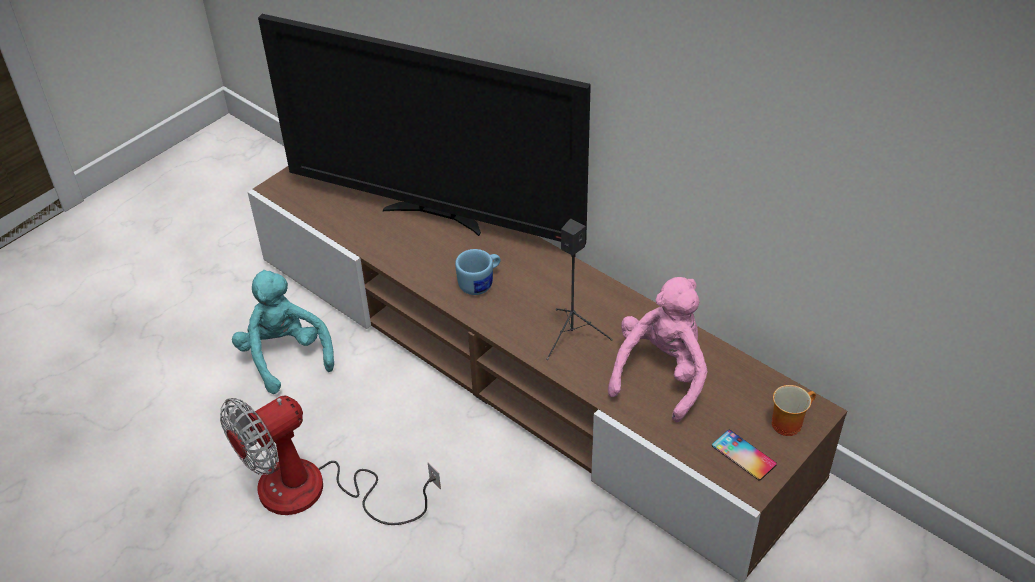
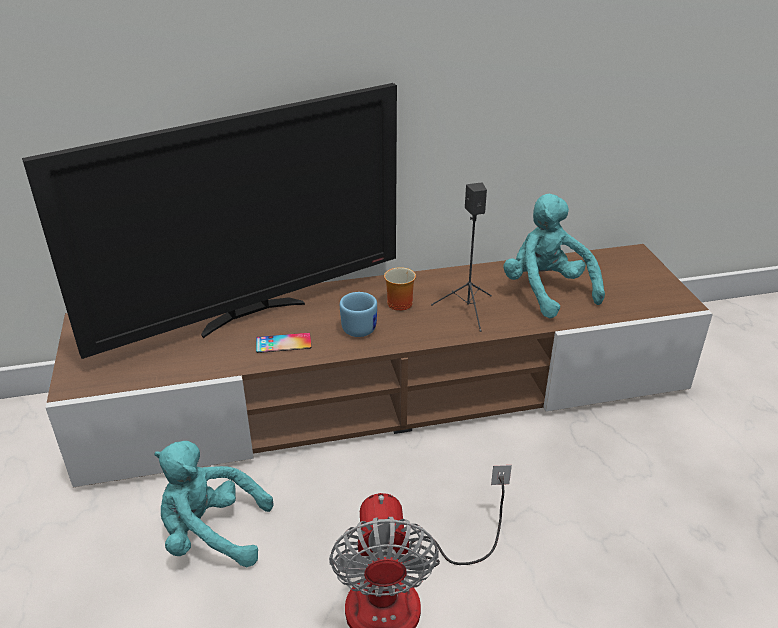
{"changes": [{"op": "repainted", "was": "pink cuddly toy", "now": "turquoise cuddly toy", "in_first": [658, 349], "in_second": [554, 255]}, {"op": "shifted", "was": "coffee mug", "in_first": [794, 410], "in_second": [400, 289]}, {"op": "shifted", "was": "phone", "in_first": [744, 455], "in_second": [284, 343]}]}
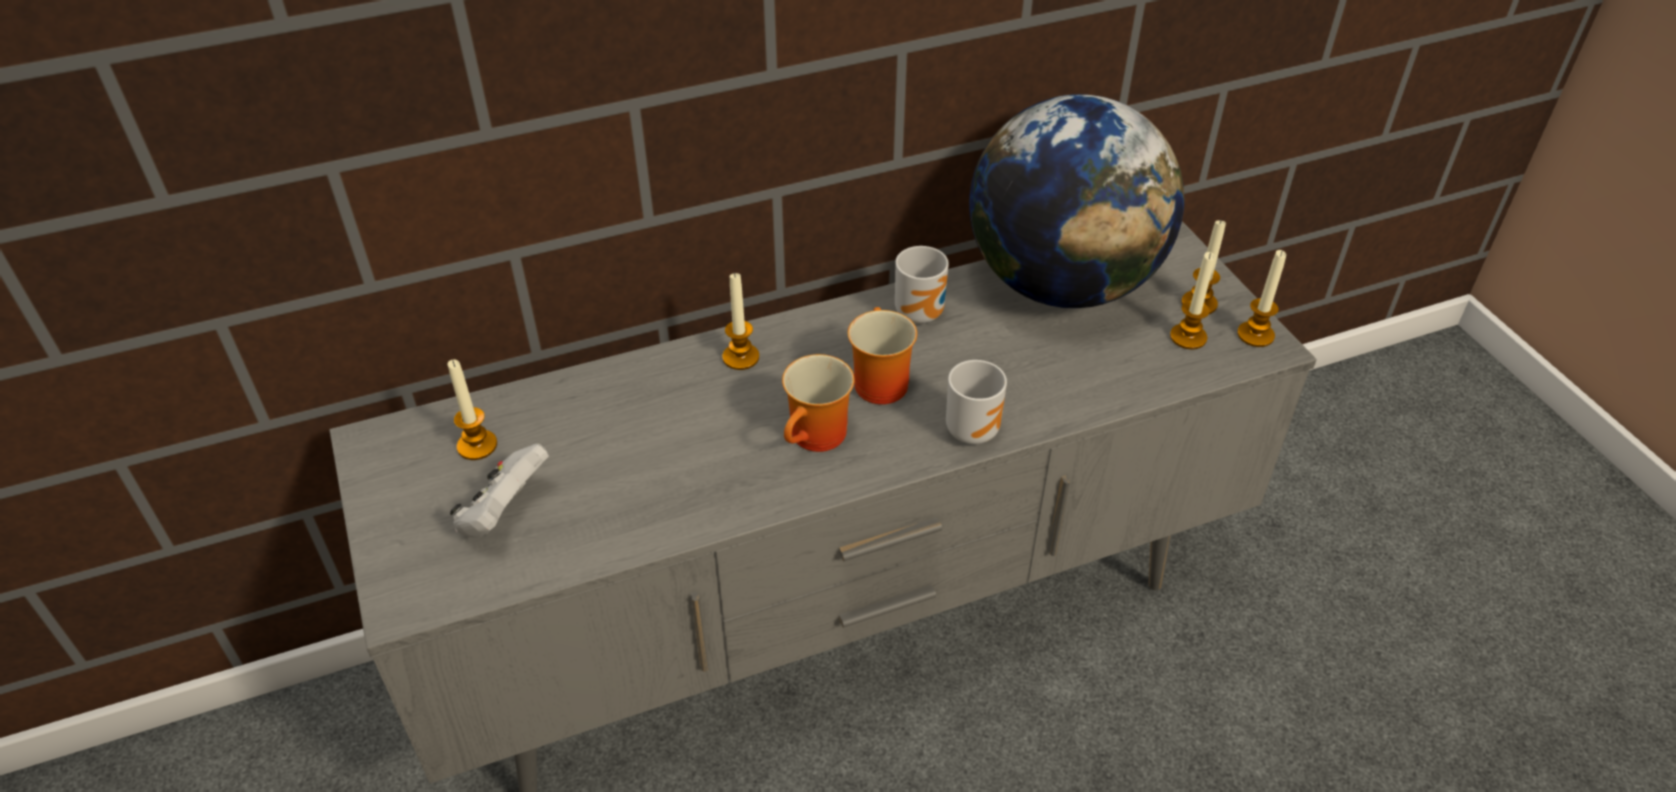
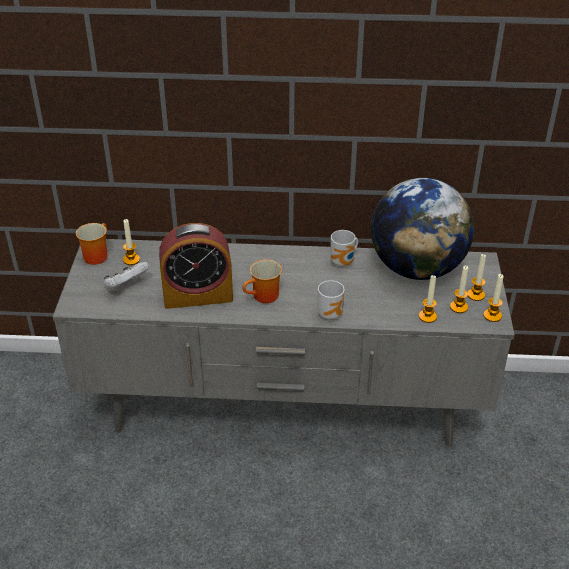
{"changes": [{"op": "shifted", "was": "wax candle", "in_first": [741, 321], "in_second": [428, 299]}, {"op": "shifted", "was": "coffee mug", "in_first": [882, 356], "in_second": [92, 244]}, {"op": "new", "now": "alarm clock", "in_second": [196, 266]}]}
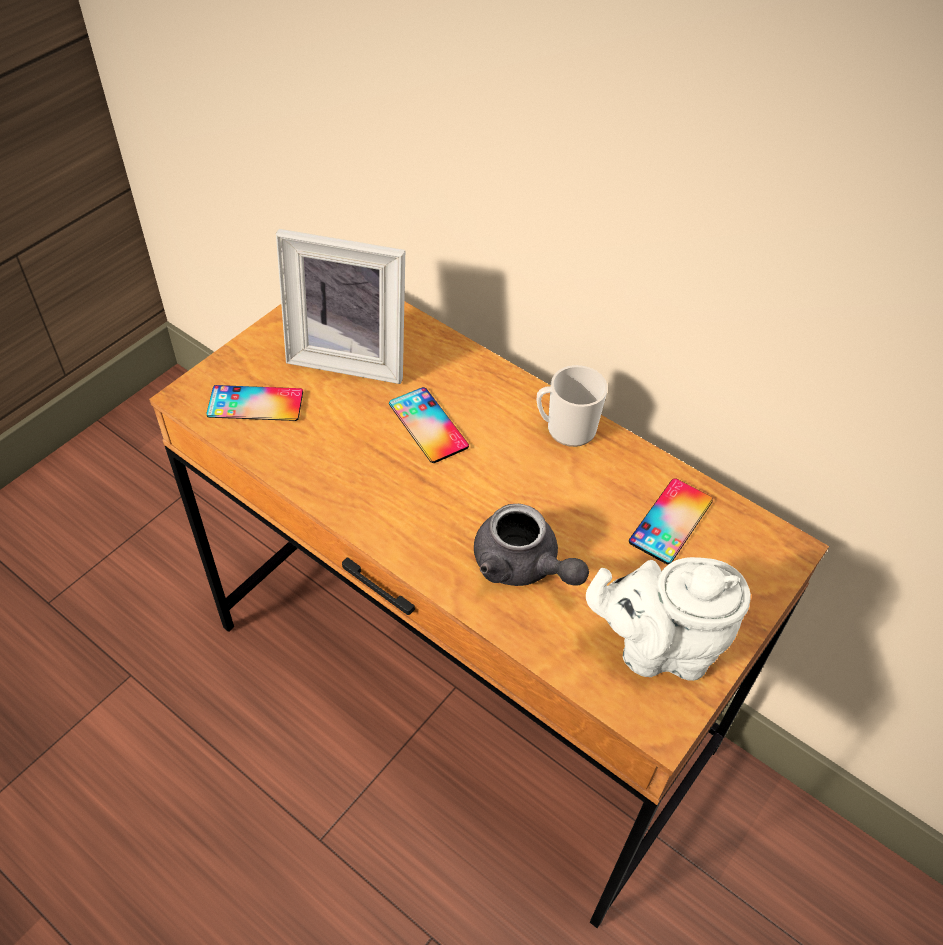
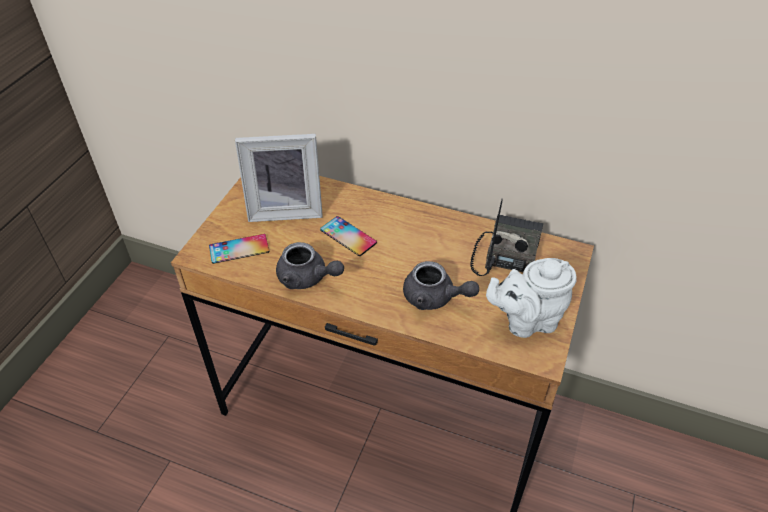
{"changes": [{"op": "gone", "was": "coffee mug", "in_first": [572, 406]}, {"op": "swapped", "was": "phone", "now": "radio receiver", "in_first": [671, 521], "in_second": [506, 237]}, {"op": "new", "now": "gray teapot", "in_second": [310, 265]}]}
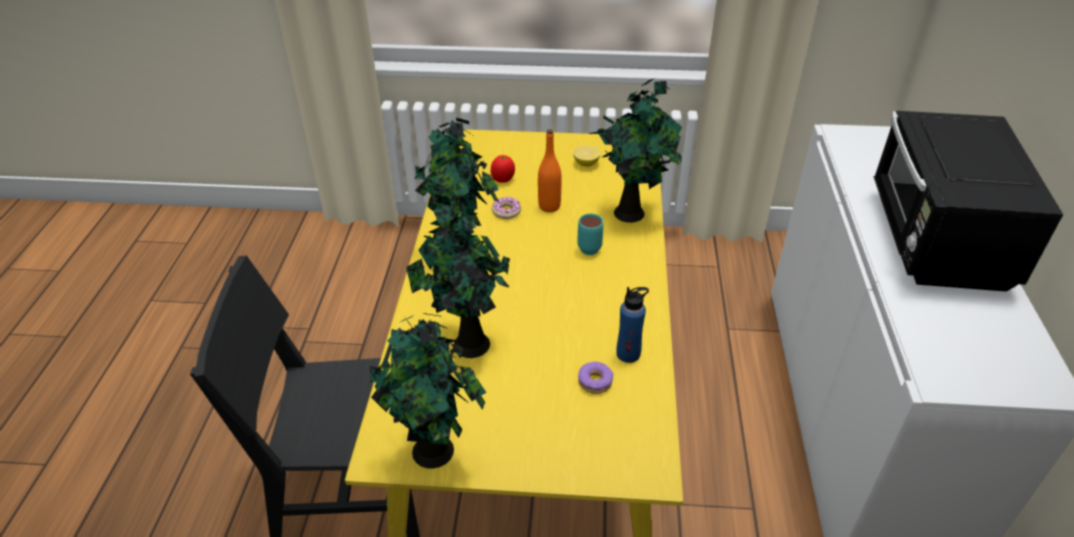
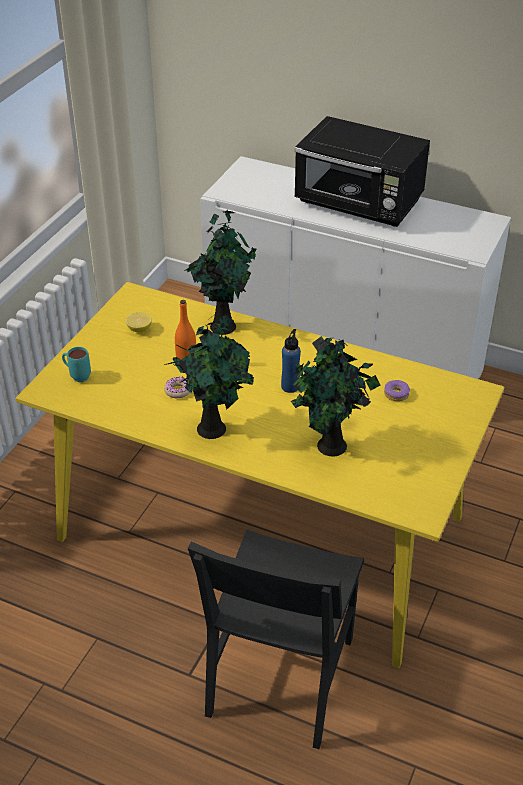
{"changes": [{"op": "gone", "was": "fresh tomato", "in_first": [503, 169]}, {"op": "shifted", "was": "turquoise coffee mug", "in_first": [591, 234], "in_second": [76, 364]}, {"op": "shifted", "was": "bluish bottle", "in_first": [632, 325], "in_second": [291, 361]}, {"op": "gone", "was": "potted plant", "in_first": [427, 391]}]}
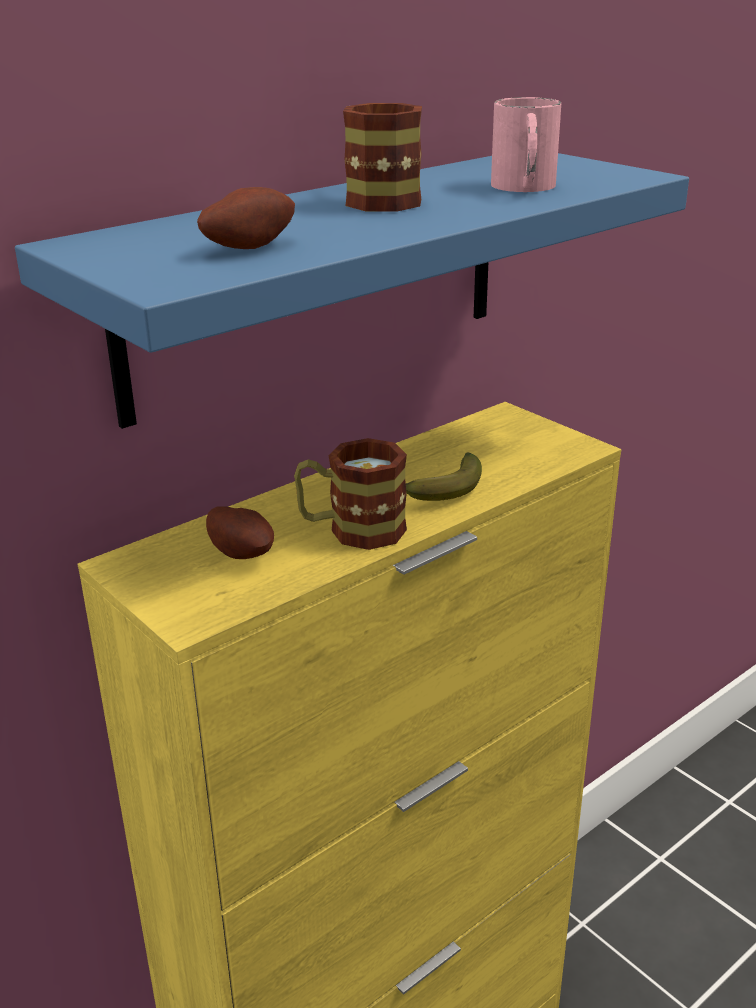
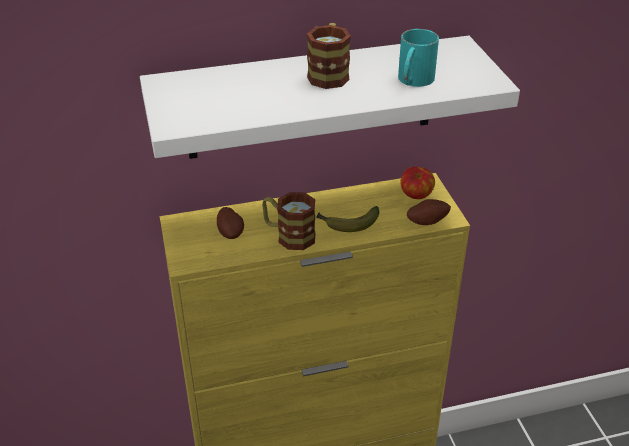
{"changes": [{"op": "repainted", "was": "pink coffee mug", "now": "turquoise coffee mug", "in_first": [526, 144], "in_second": [418, 58]}, {"op": "repainted", "was": "bluish wall shelf", "now": "white wall shelf", "in_first": [352, 291], "in_second": [330, 97]}, {"op": "shifted", "was": "potato", "in_first": [246, 218], "in_second": [429, 212]}, {"op": "new", "now": "apple fruit", "in_second": [417, 183]}]}
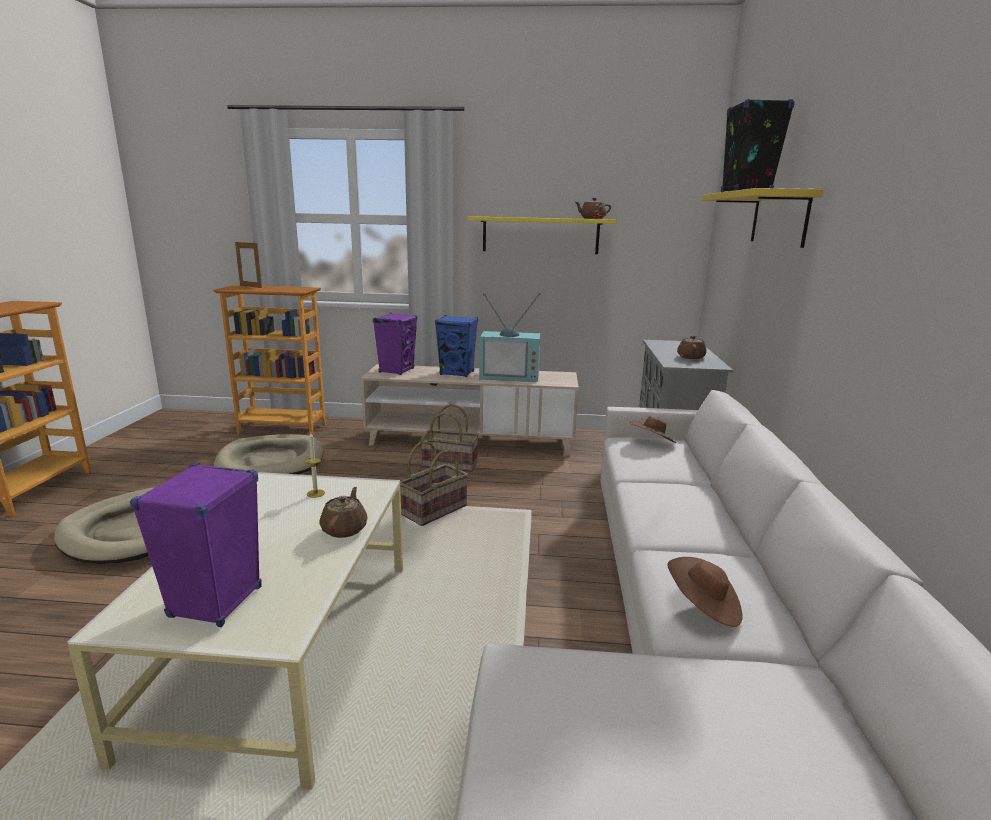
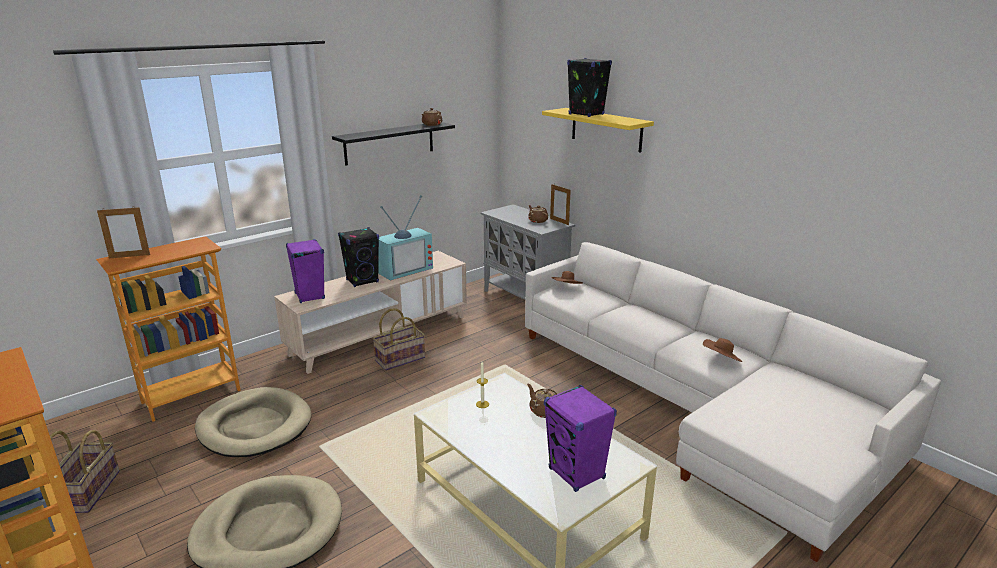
{"changes": [{"op": "repainted", "was": "yellow wall shelf", "now": "black wall shelf", "in_first": [542, 235], "in_second": [393, 144]}, {"op": "repainted", "was": "bluish audio speaker", "now": "black audio speaker", "in_first": [456, 346], "in_second": [358, 257]}, {"op": "shifted", "was": "basket", "in_first": [434, 483], "in_second": [85, 471]}, {"op": "new", "now": "photo frame", "in_second": [560, 204]}]}
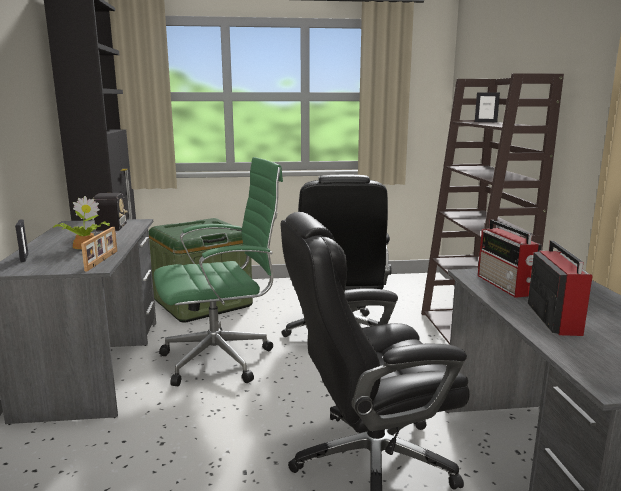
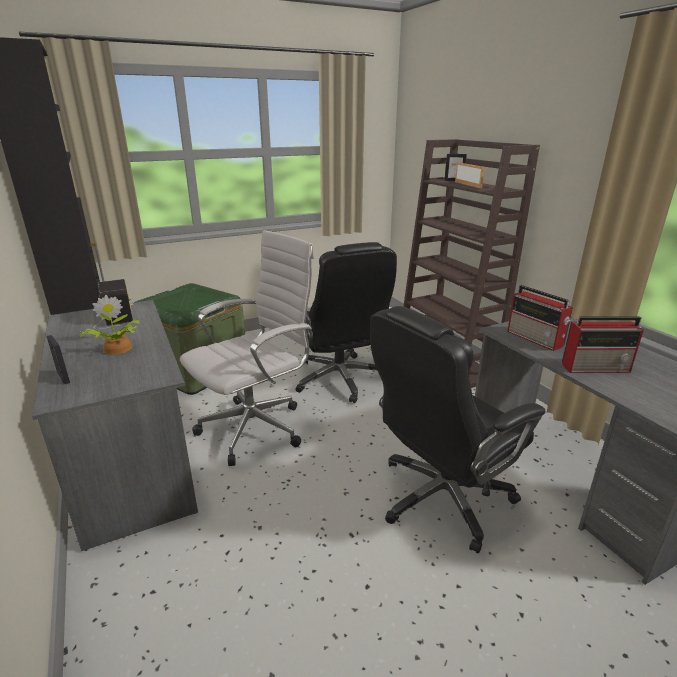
{"changes": [{"op": "repainted", "was": "greenish desk chair", "now": "white desk chair", "in_first": [218, 271], "in_second": [247, 348]}, {"op": "shifted", "was": "photo frame", "in_first": [99, 249], "in_second": [470, 175]}, {"op": "rotated", "was": "radio receiver", "in_first": [560, 288], "in_second": [603, 344], "clockwise": 105}]}
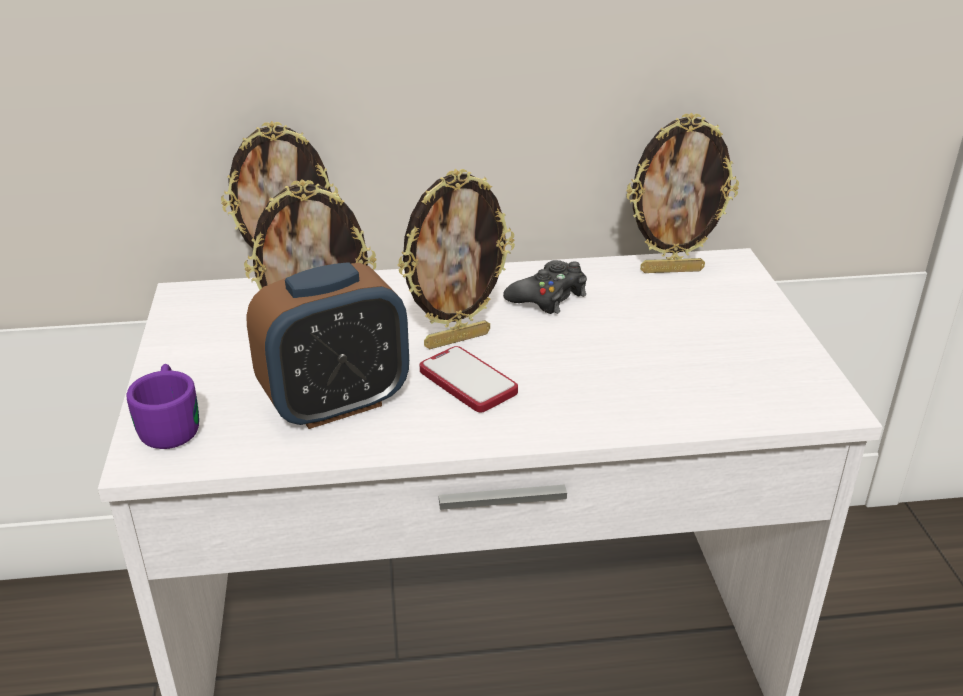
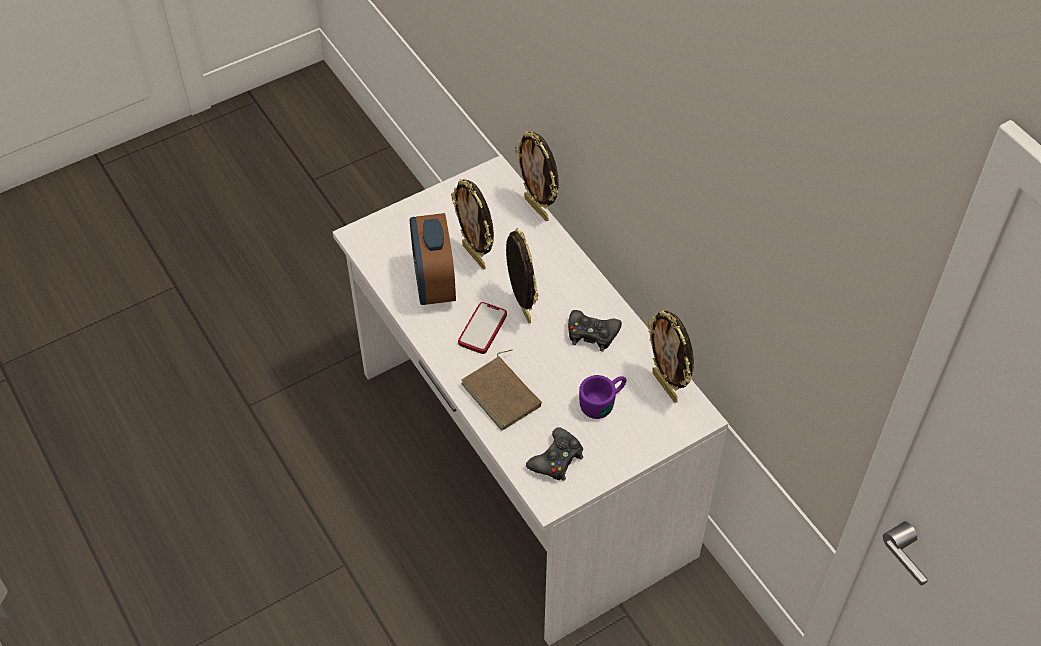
{"changes": [{"op": "rotated", "was": "photo frame", "in_first": [456, 259], "in_second": [522, 275], "clockwise": -150}, {"op": "rotated", "was": "alarm clock", "in_first": [327, 345], "in_second": [433, 259], "clockwise": 45}, {"op": "shifted", "was": "purple coffee mug", "in_first": [162, 406], "in_second": [603, 397]}, {"op": "new", "now": "brown-coloured volume", "in_second": [501, 390]}, {"op": "new", "now": "black game controller", "in_second": [554, 454]}]}
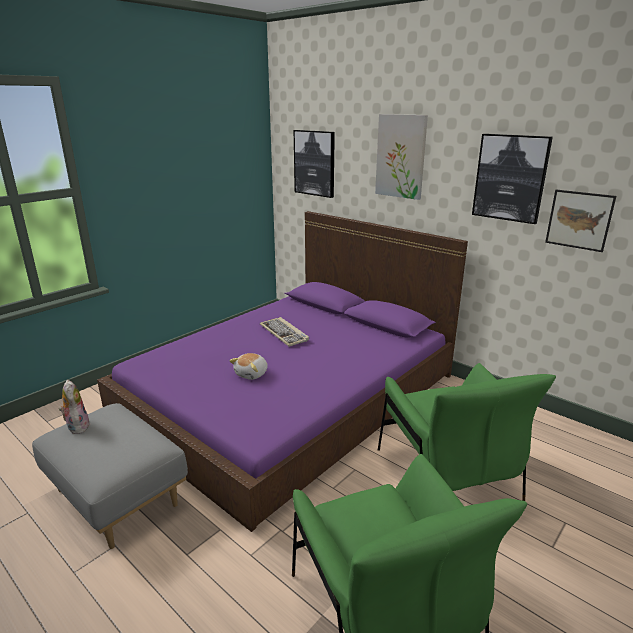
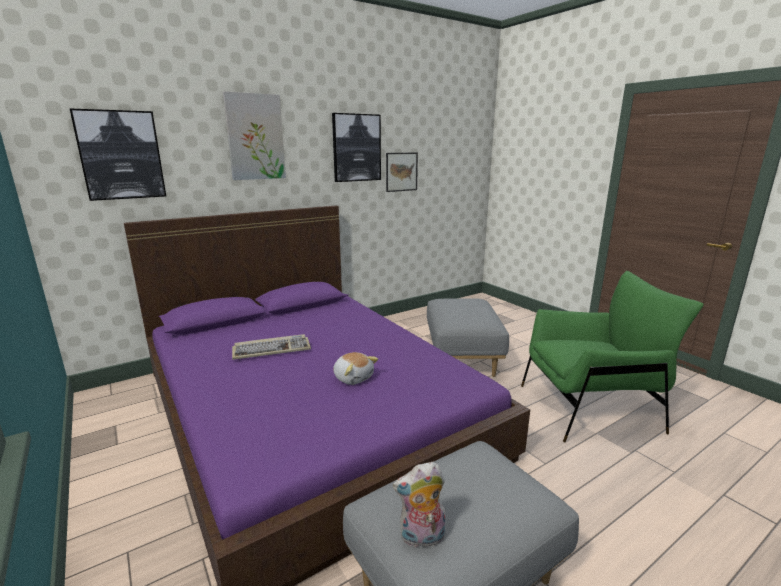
{"changes": [{"op": "swapped", "was": "greenish armchair", "now": "gray pouffe", "in_first": [467, 432], "in_second": [468, 337]}]}
